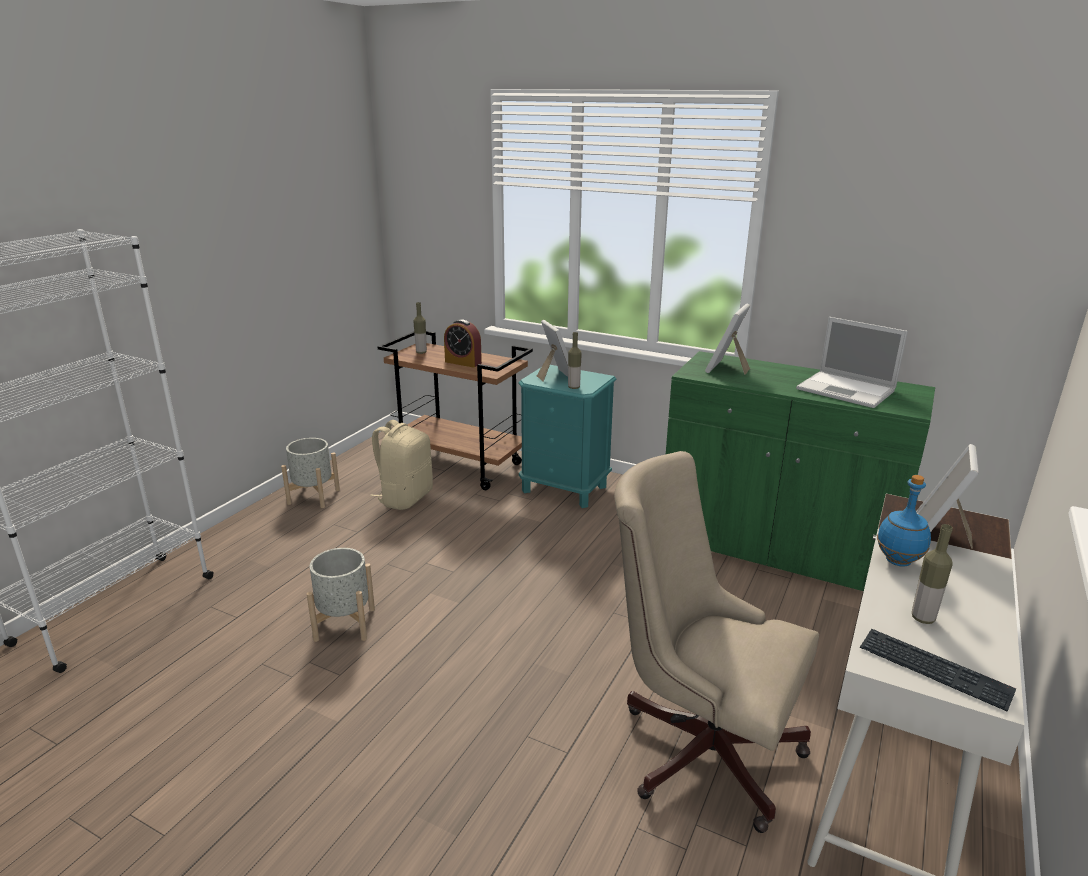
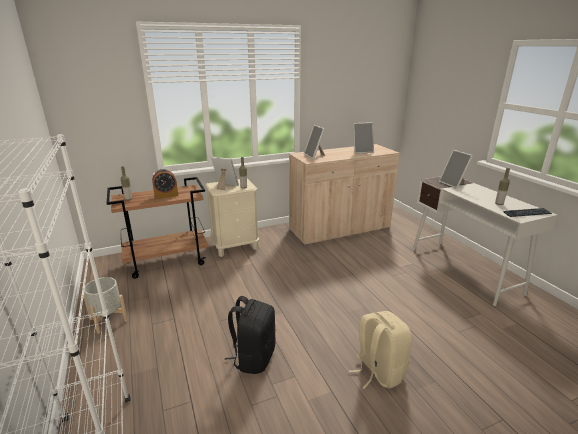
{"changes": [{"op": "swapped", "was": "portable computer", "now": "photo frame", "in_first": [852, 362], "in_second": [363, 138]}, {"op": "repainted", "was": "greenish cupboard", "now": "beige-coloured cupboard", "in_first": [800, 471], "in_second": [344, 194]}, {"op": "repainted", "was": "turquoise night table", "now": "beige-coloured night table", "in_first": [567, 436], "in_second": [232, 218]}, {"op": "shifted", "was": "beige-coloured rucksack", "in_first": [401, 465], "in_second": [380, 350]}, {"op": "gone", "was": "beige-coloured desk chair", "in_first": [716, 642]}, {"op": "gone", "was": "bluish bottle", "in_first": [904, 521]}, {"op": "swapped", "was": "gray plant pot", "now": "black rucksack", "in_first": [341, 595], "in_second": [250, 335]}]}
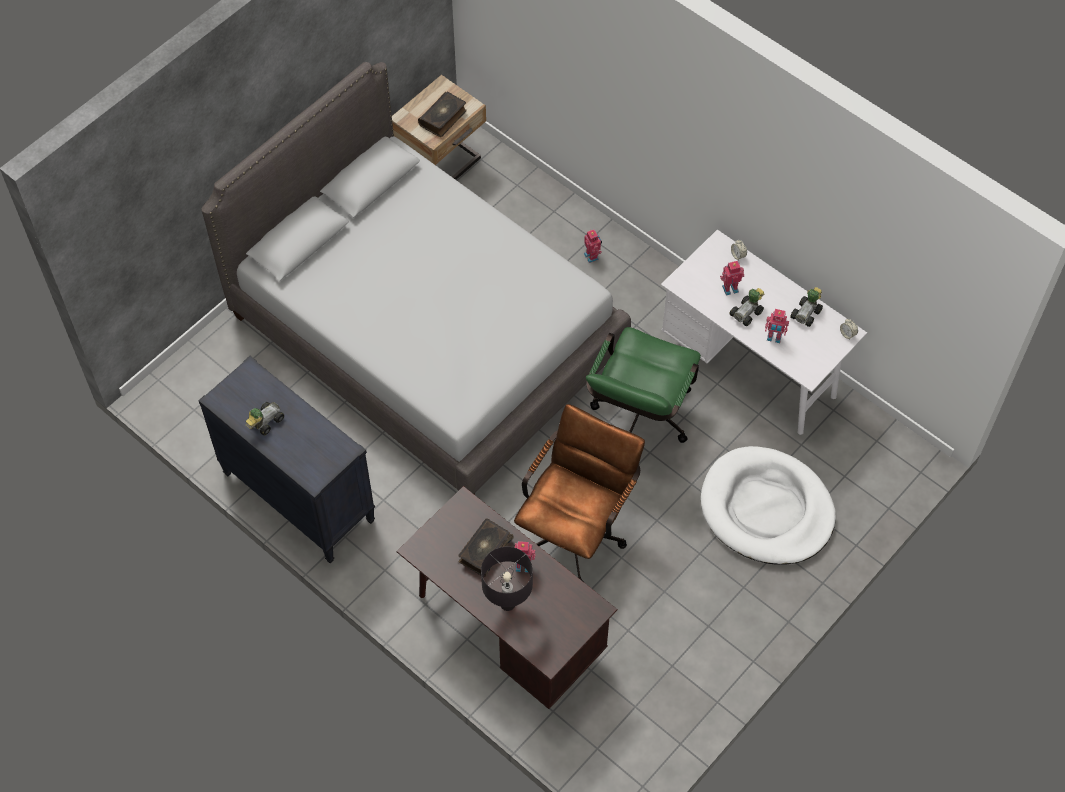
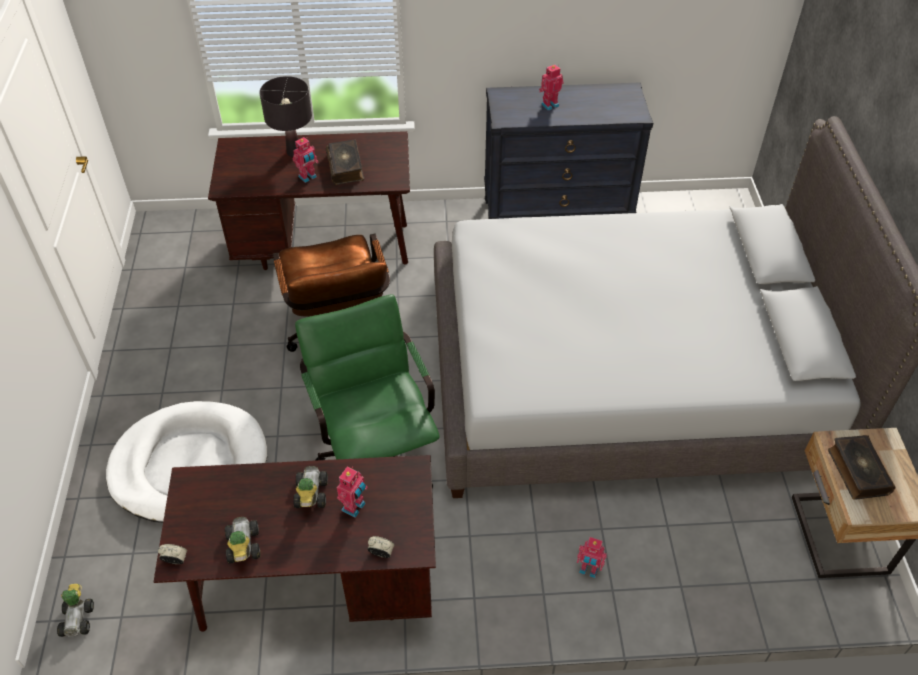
{"changes": [{"op": "repainted", "was": "white desk", "now": "brown-coloured desk", "in_first": [764, 332], "in_second": [295, 543]}, {"op": "shifted", "was": "robot figure", "in_first": [777, 326], "in_second": [551, 87]}, {"op": "shifted", "was": "model car", "in_first": [264, 418], "in_second": [75, 610]}]}
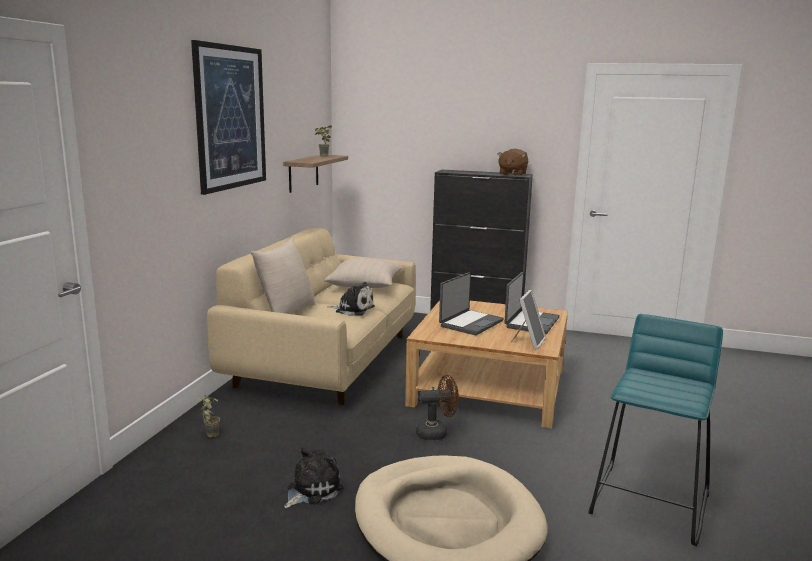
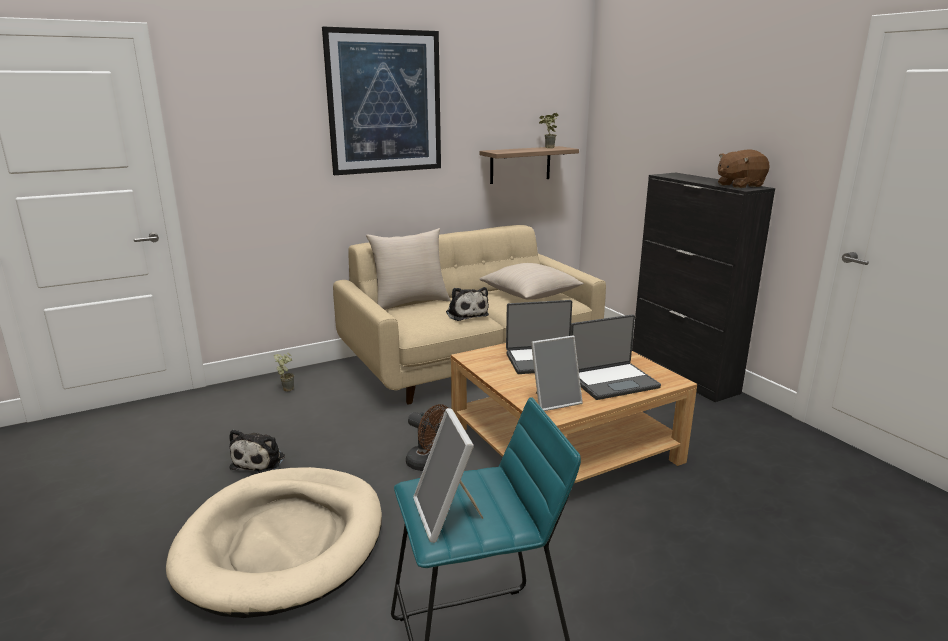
{"changes": [{"op": "rotated", "was": "cuddly toy", "in_first": [313, 477], "in_second": [257, 451], "clockwise": 105}, {"op": "new", "now": "photo frame", "in_second": [448, 475]}]}
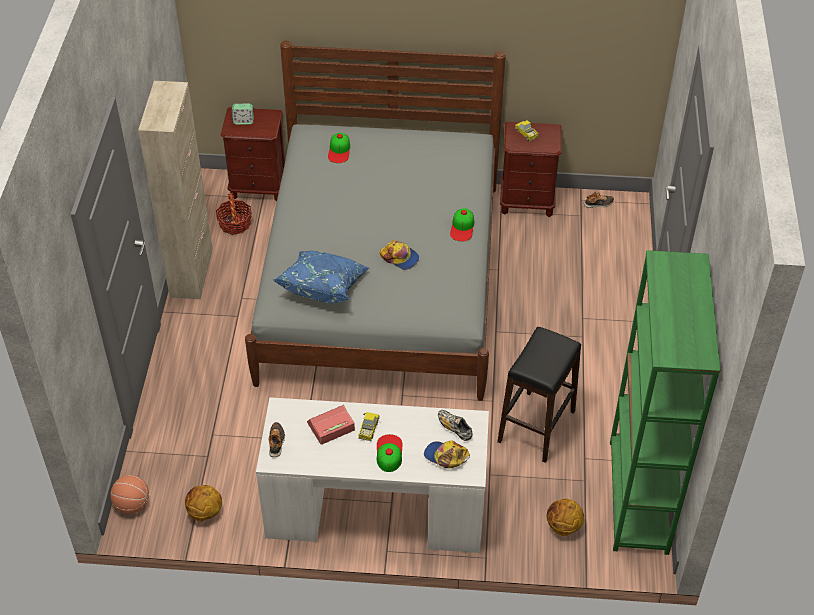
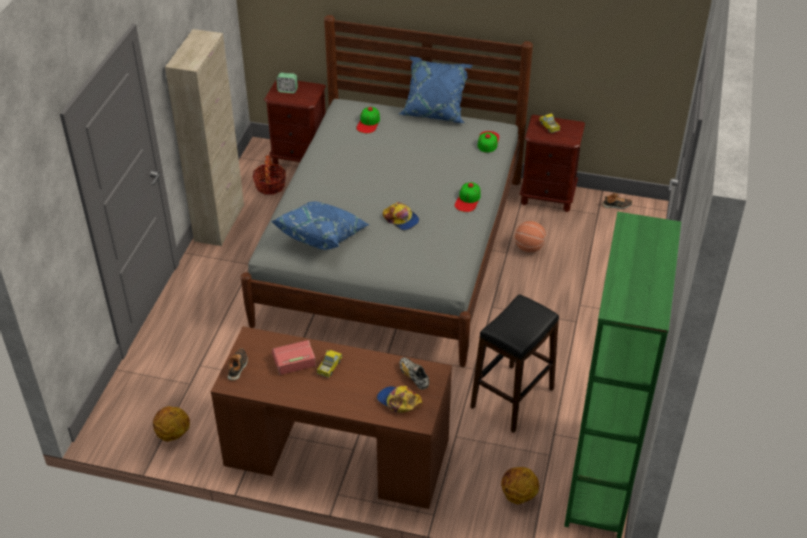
{"changes": [{"op": "repainted", "was": "white desk", "now": "brown-coloured desk", "in_first": [372, 475], "in_second": [331, 417]}, {"op": "shifted", "was": "baseball cap", "in_first": [389, 453], "in_second": [488, 142]}, {"op": "shifted", "was": "basketball", "in_first": [129, 494], "in_second": [530, 237]}, {"op": "new", "now": "bluish cushion", "in_second": [435, 89]}]}
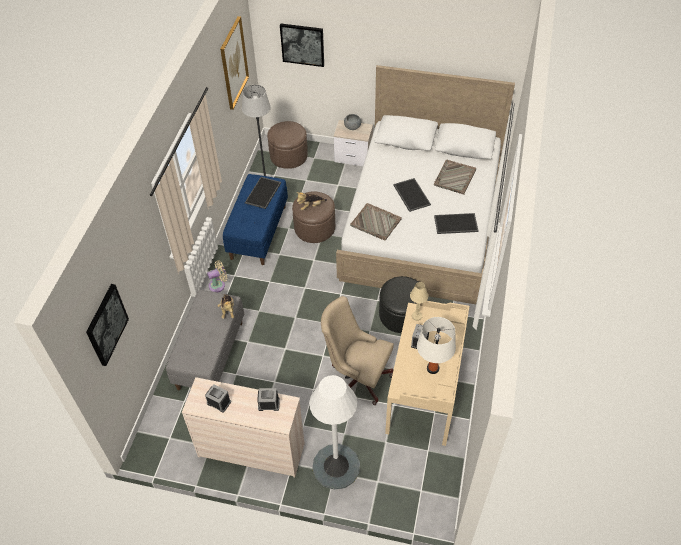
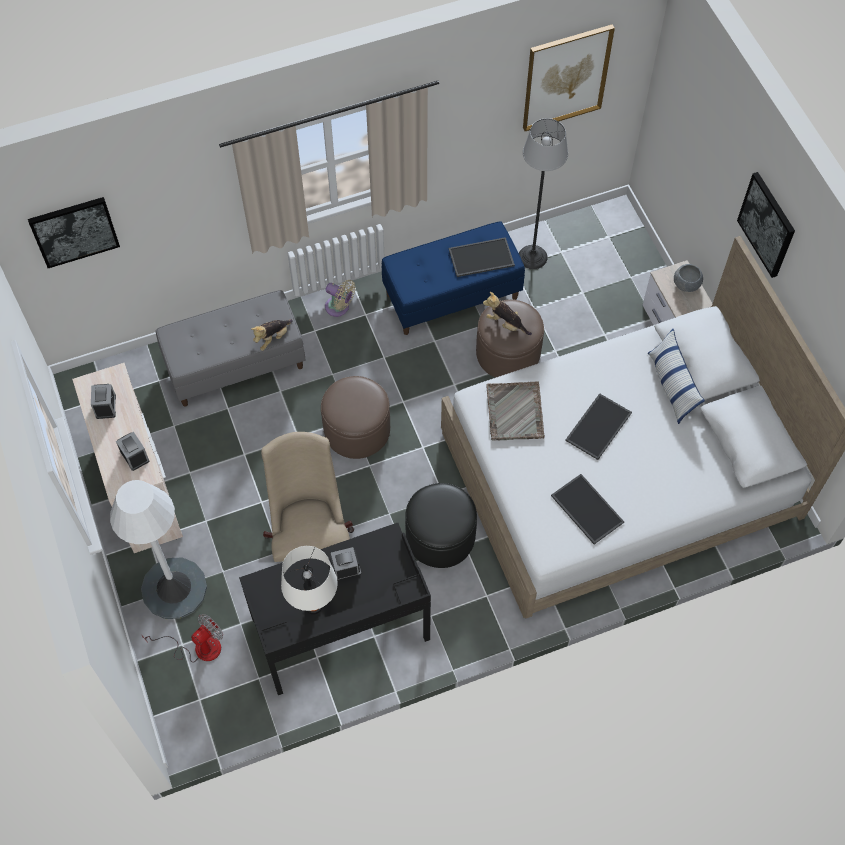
{"changes": [{"op": "shifted", "was": "wall art", "in_first": [302, 45], "in_second": [766, 225]}, {"op": "shifted", "was": "brown-coloured pouffe", "in_first": [287, 145], "in_second": [355, 417]}, {"op": "gone", "was": "gray serving tray", "in_first": [455, 177]}, {"op": "gone", "was": "beige-coloured table lamp", "in_first": [419, 301]}, {"op": "repainted", "was": "beige-coloured desk", "now": "black desk", "in_first": [427, 373], "in_second": [335, 609]}, {"op": "new", "now": "cushion", "in_second": [676, 376]}, {"op": "new", "now": "electric fan", "in_second": [182, 638]}]}
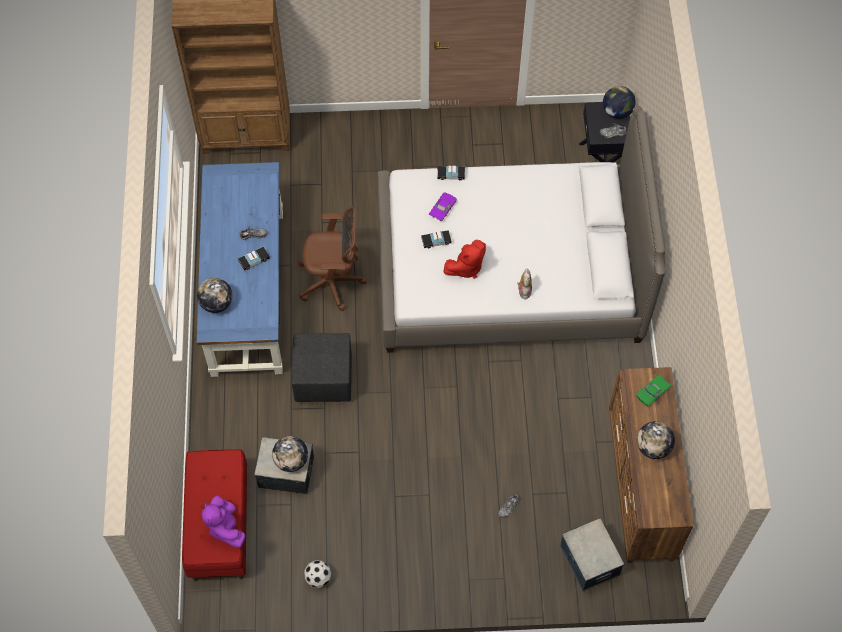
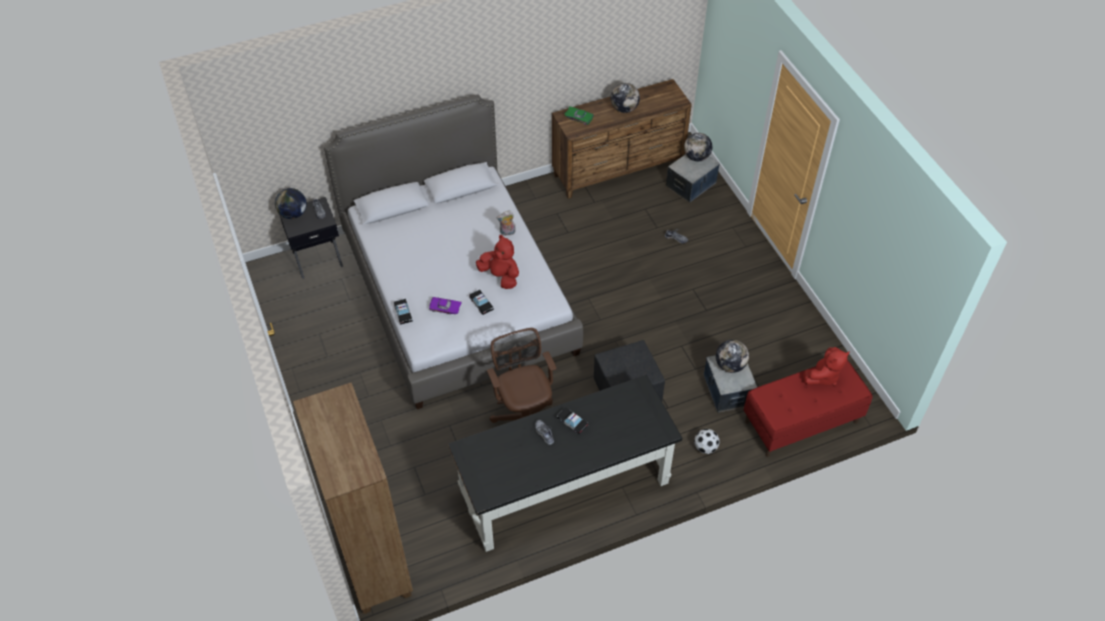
{"changes": [{"op": "repainted", "was": "bluish desk", "now": "black desk", "in_first": [240, 269], "in_second": [565, 463]}, {"op": "shifted", "was": "world globe", "in_first": [214, 295], "in_second": [698, 147]}, {"op": "repainted", "was": "purple cuddly toy", "now": "reddish cuddly toy", "in_first": [224, 522], "in_second": [826, 366]}, {"op": "shifted", "was": "ball for football", "in_first": [317, 574], "in_second": [707, 441]}]}
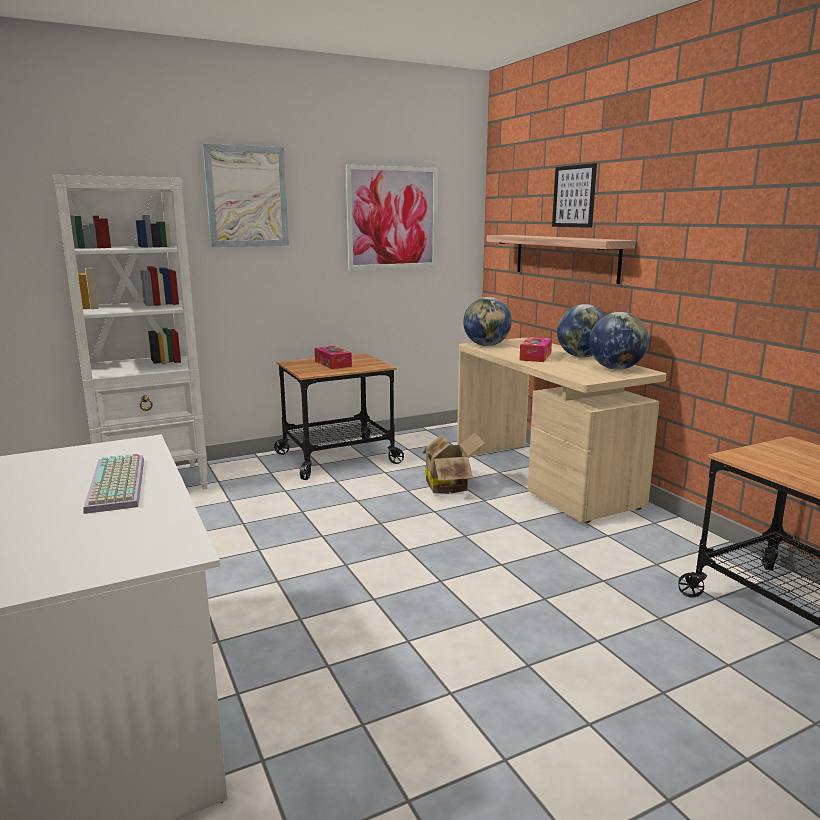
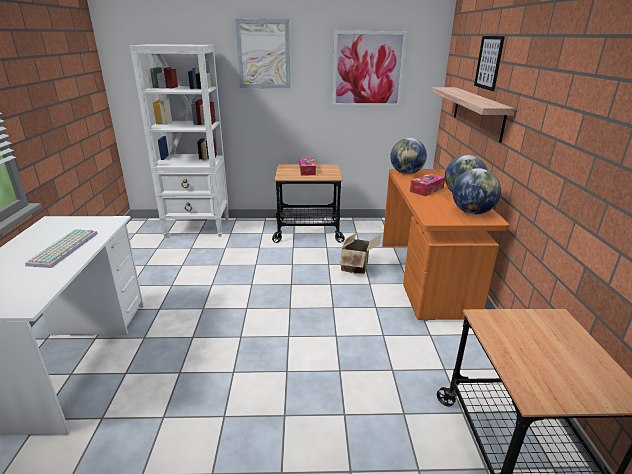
{"changes": [{"op": "repainted", "was": "beige-coloured desk", "now": "orange-coloured desk", "in_first": [561, 430], "in_second": [445, 245]}]}
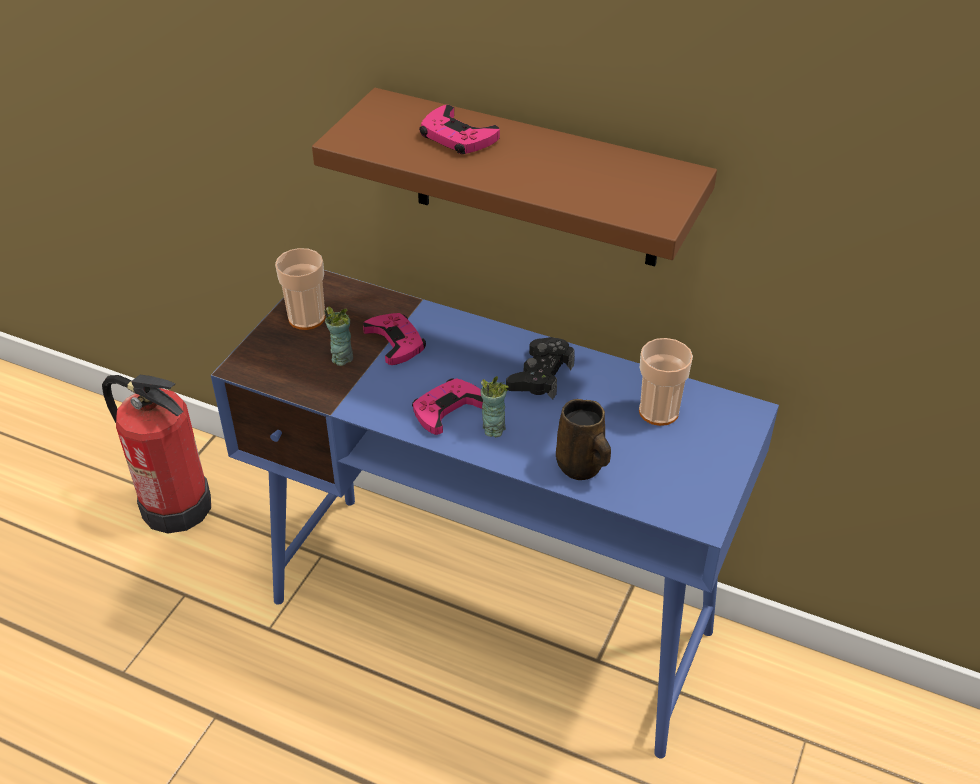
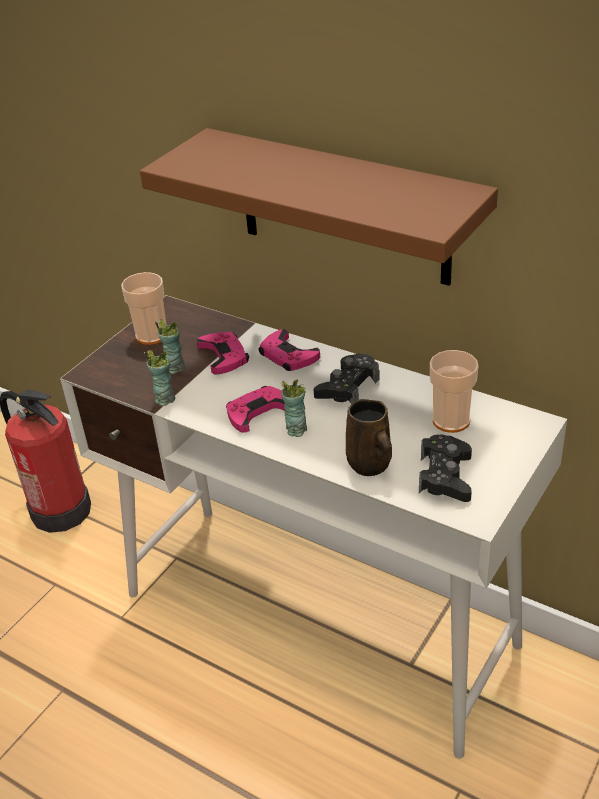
{"changes": [{"op": "shifted", "was": "pink game controller", "in_first": [459, 129], "in_second": [289, 350]}, {"op": "repainted", "was": "bluish desk", "now": "white desk", "in_first": [495, 514], "in_second": [313, 527]}, {"op": "new", "now": "small cup", "in_second": [159, 378]}, {"op": "new", "now": "black game controller", "in_second": [445, 468]}]}
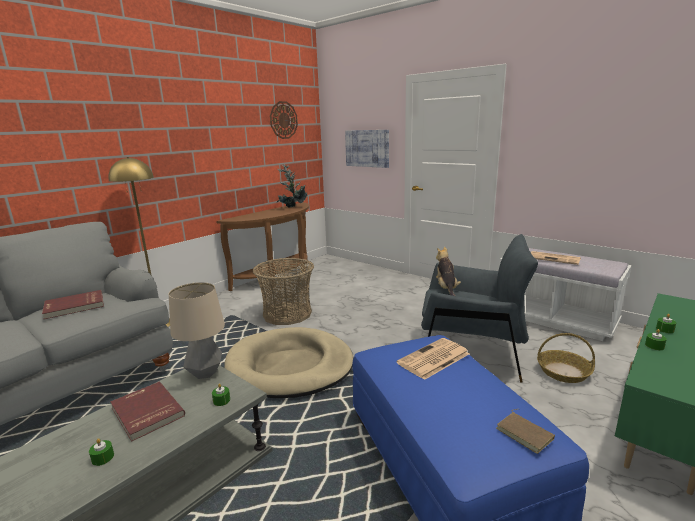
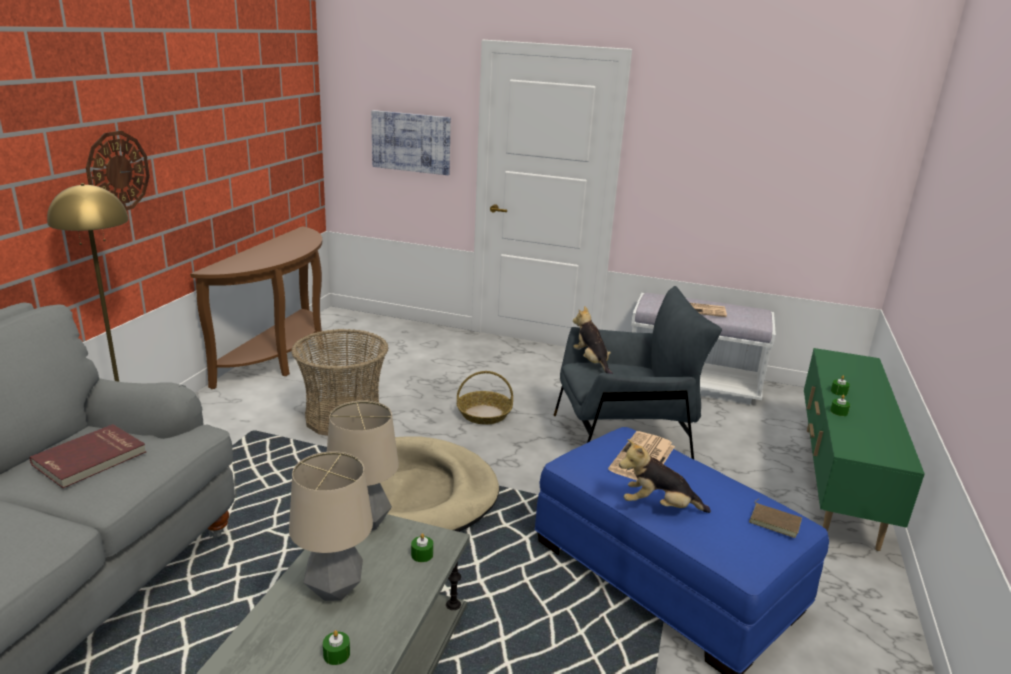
{"changes": [{"op": "shifted", "was": "hanging clock", "in_first": [284, 120], "in_second": [118, 171]}, {"op": "gone", "was": "potted plant", "in_first": [292, 186]}, {"op": "shifted", "was": "basket", "in_first": [566, 358], "in_second": [485, 397]}, {"op": "swapped", "was": "reddish volume", "now": "table lamp", "in_first": [147, 412], "in_second": [331, 526]}, {"op": "new", "now": "cuddly toy", "in_second": [665, 476]}]}
